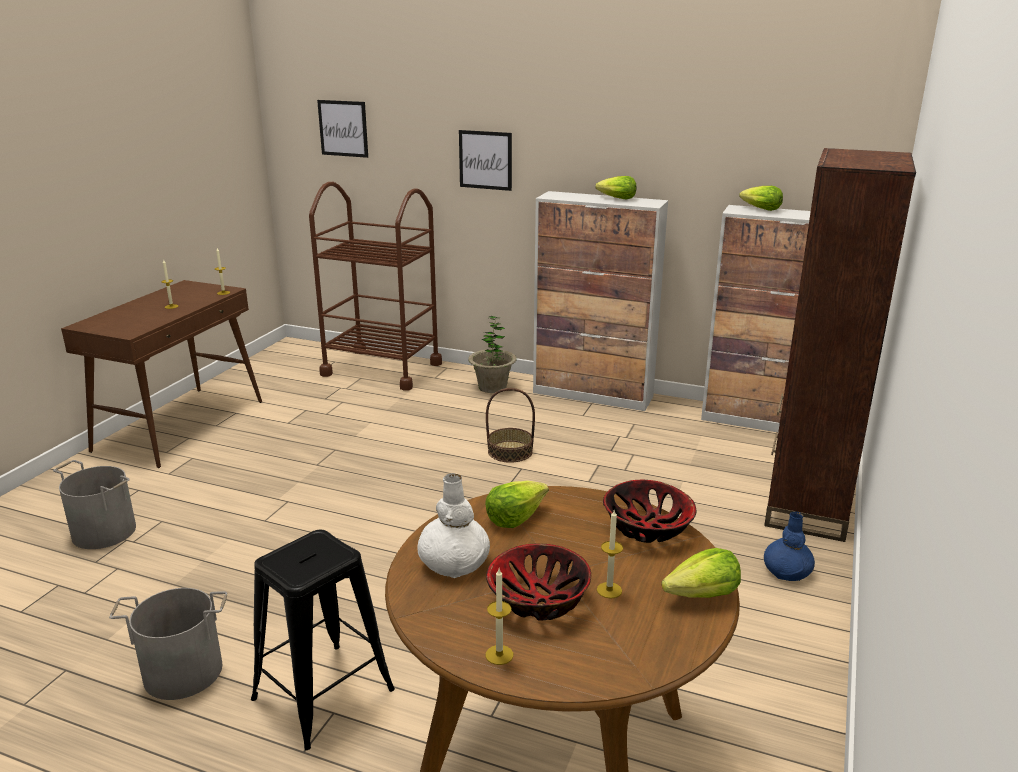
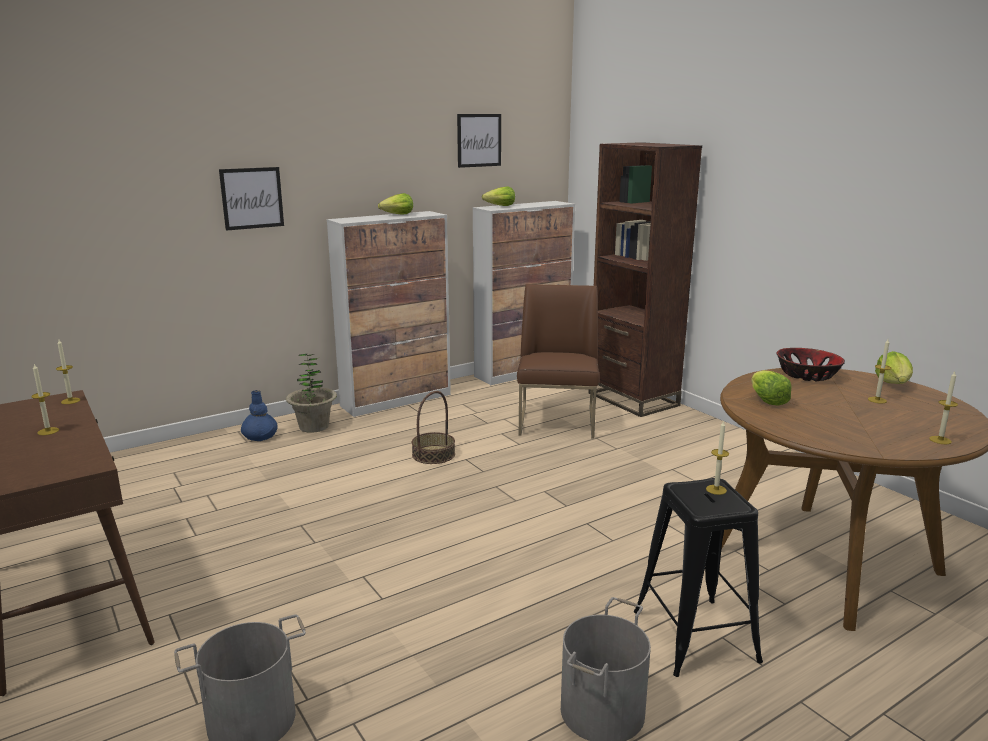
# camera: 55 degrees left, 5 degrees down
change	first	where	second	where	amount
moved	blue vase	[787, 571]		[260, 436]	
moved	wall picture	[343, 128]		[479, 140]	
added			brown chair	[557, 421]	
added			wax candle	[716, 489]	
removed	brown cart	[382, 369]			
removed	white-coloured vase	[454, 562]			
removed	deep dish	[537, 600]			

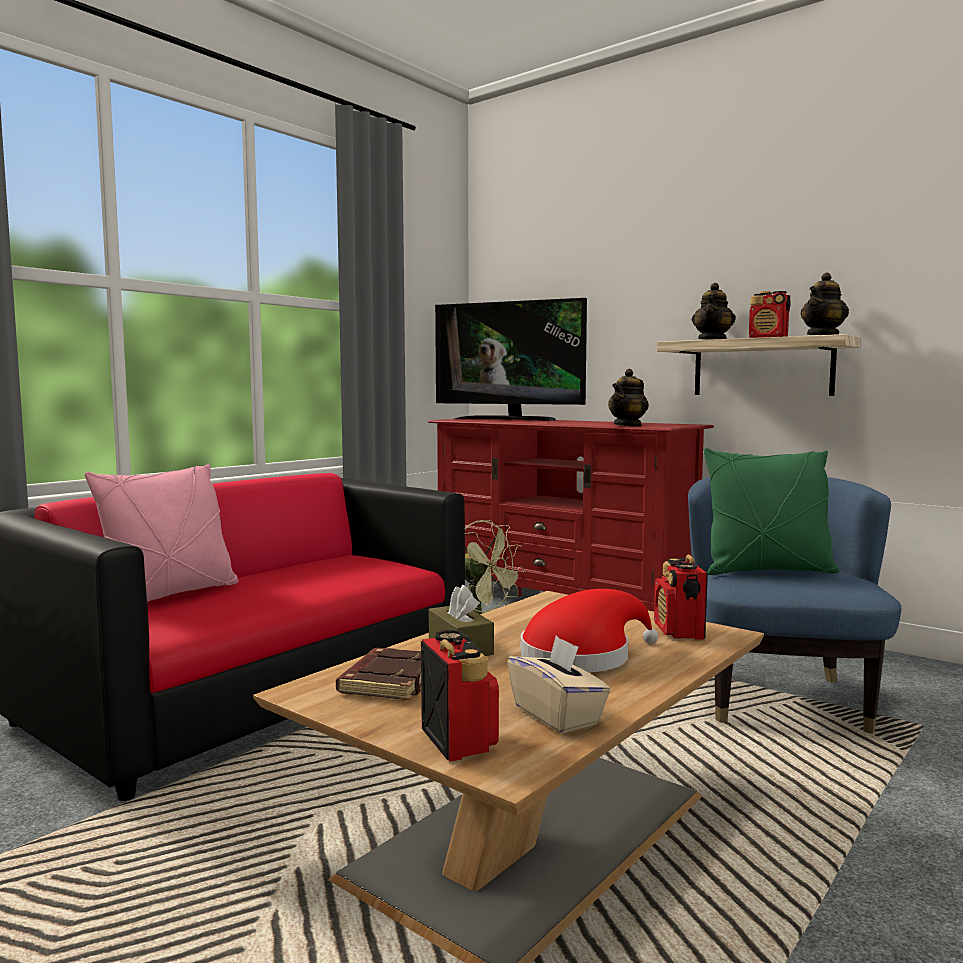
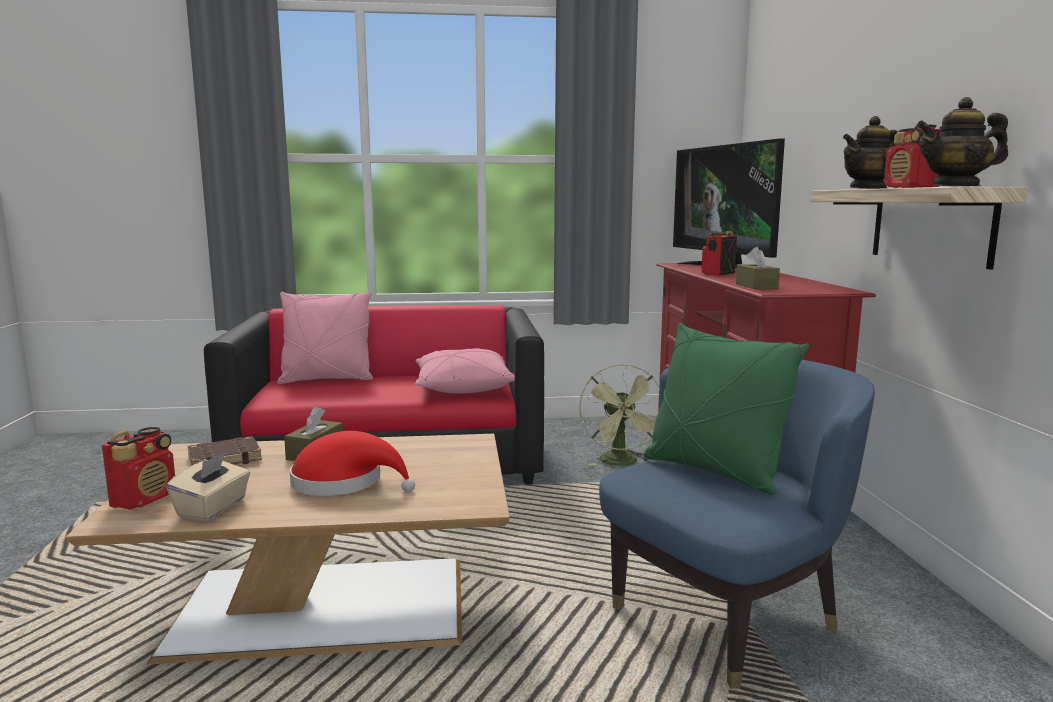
# camera: 45 degrees right, 5 degrees up
change	first	where	second	where	amount
added			pinkish cushion	[462, 387]	
moved	radio	[679, 632]		[717, 274]	
replaced	teapot	[628, 425]	brown tissue box	[756, 286]	

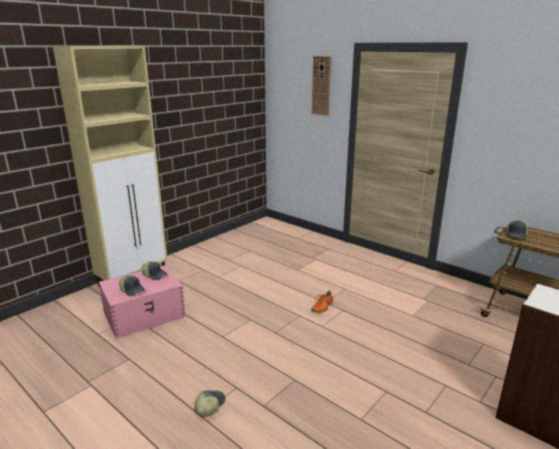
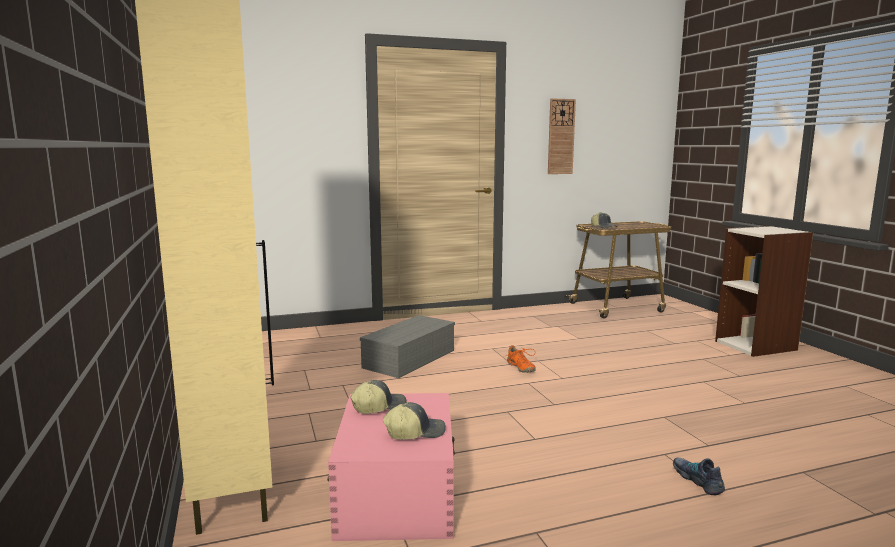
# camera: 60 degrees left, 10 degrees down
change	first	where	second	where	amount
added			gray storage container	[409, 358]	
moved	wall clock	[321, 86]		[561, 136]	
replaced	cap	[209, 405]	low shoe	[698, 480]	

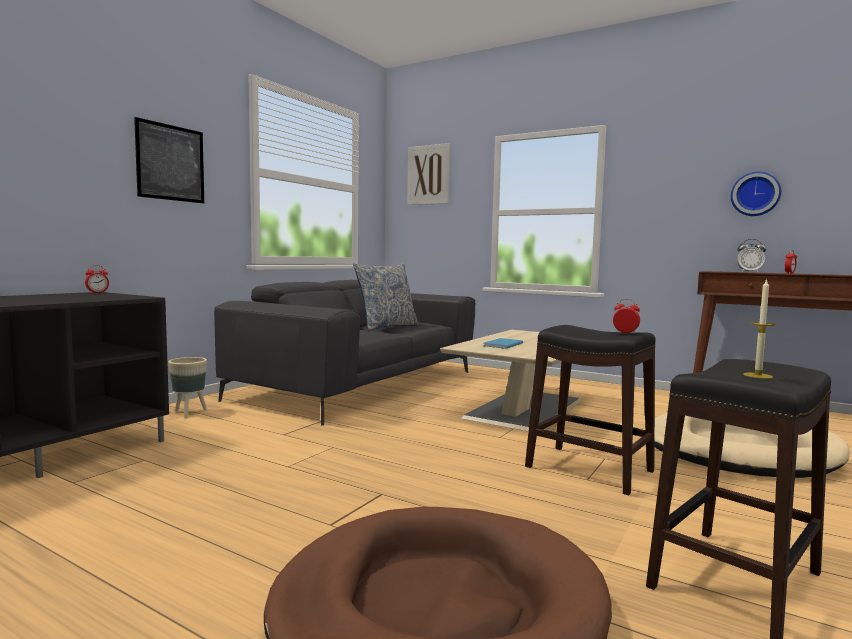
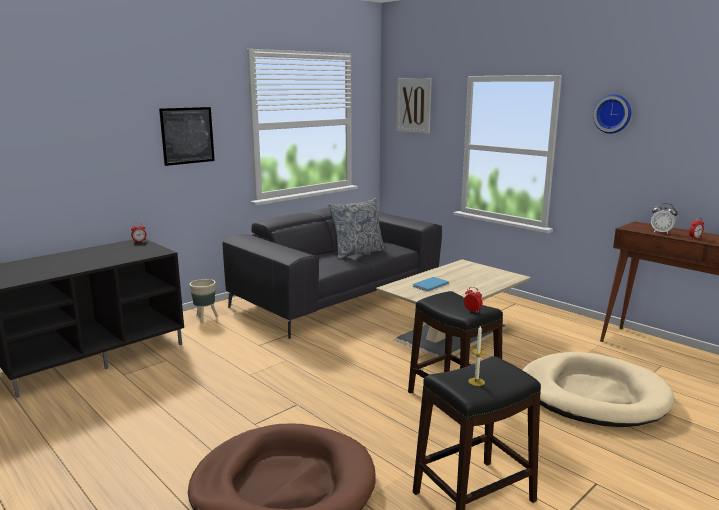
# camera: 15 degrees right, 10 degrees up
change	first	where	second	where	amount
moved	wall clock	[755, 194]		[613, 114]	

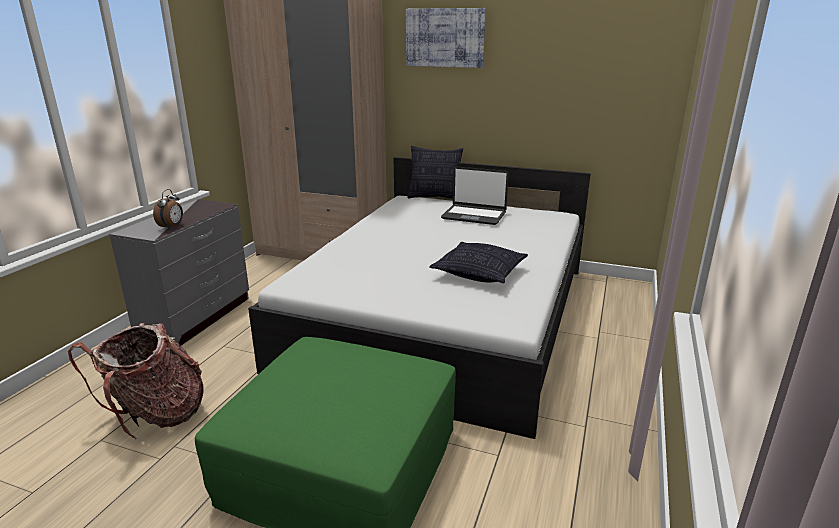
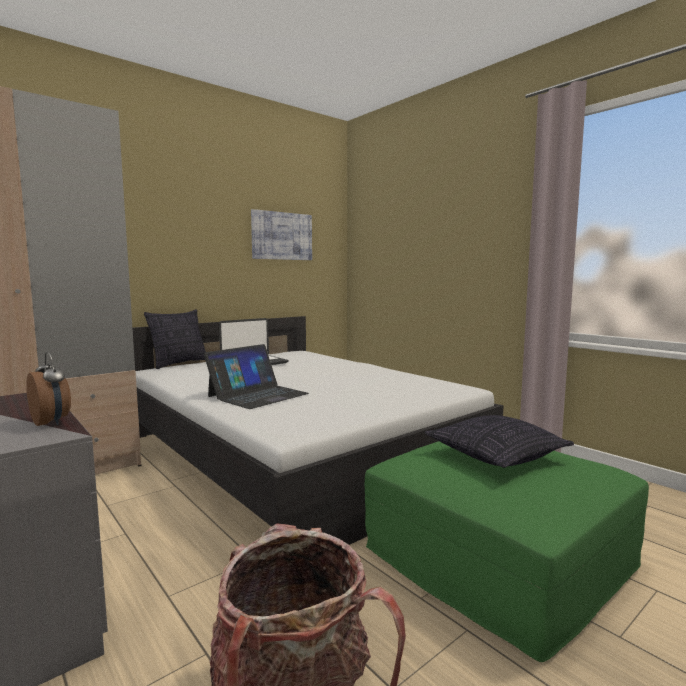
# camera: 60 degrees left, 15 degrees down
change	first	where	second	where	amount
added			laptop	[257, 395]	
moved	wall picture	[445, 38]		[282, 236]	
moved	cushion	[479, 273]		[496, 456]	

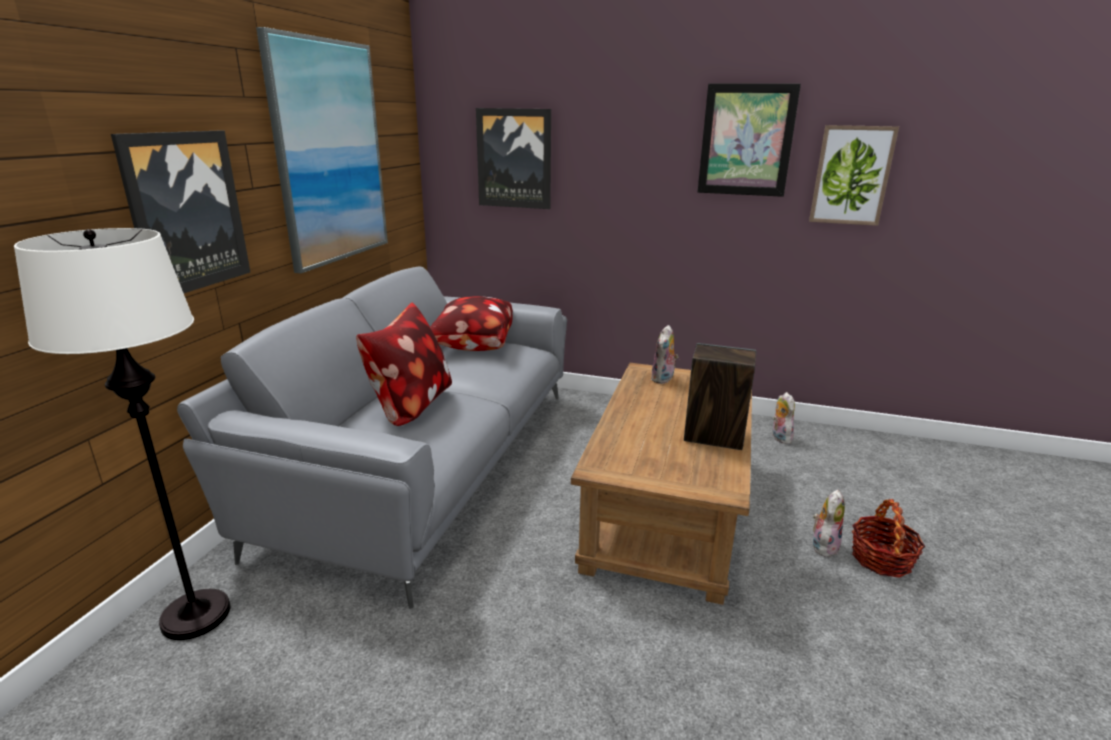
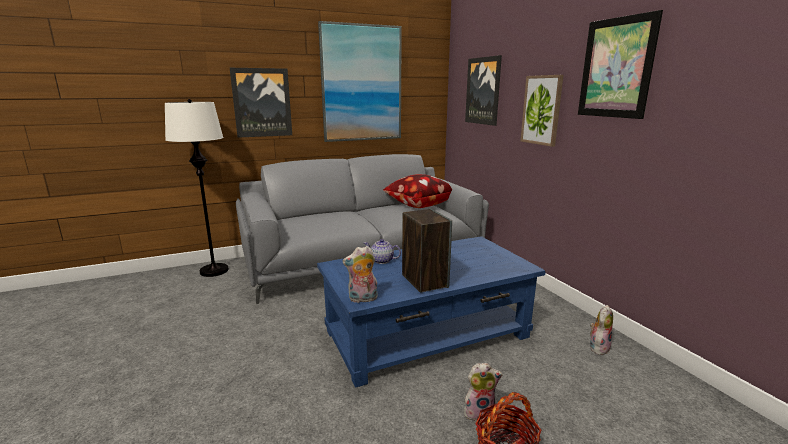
# camera: 50 degrees right, 5 degrees down
change	first	where	second	where	amount
recoloured	brown coffee table	[667, 506]	blue coffee table	[427, 334]	
moved	plush toy	[663, 379]		[362, 299]	
added			teapot	[382, 261]	
moved	wall picture	[851, 175]		[542, 110]	
removed	cushion	[410, 406]			

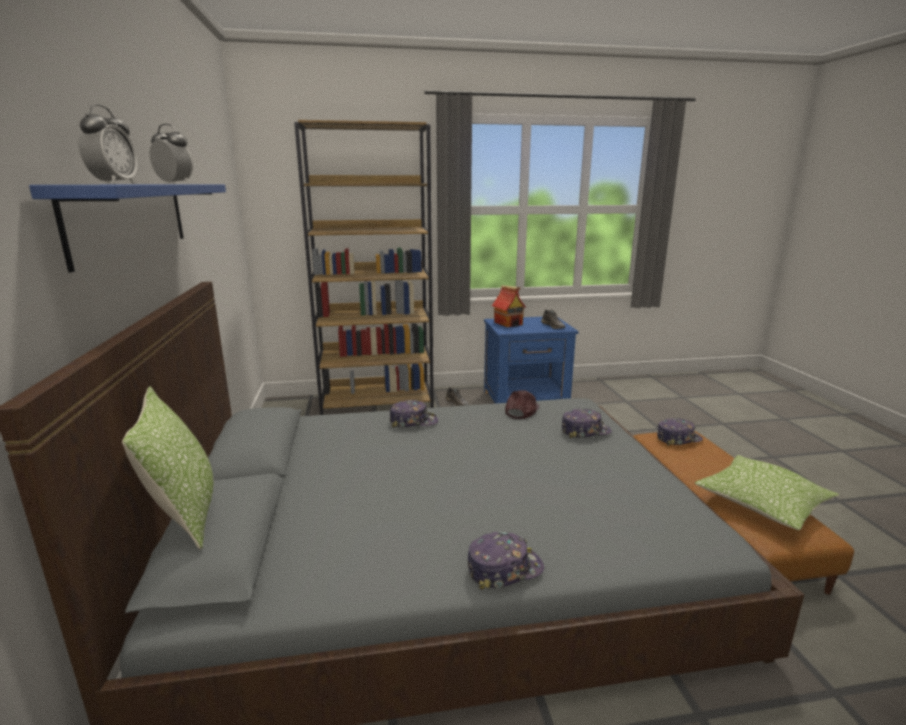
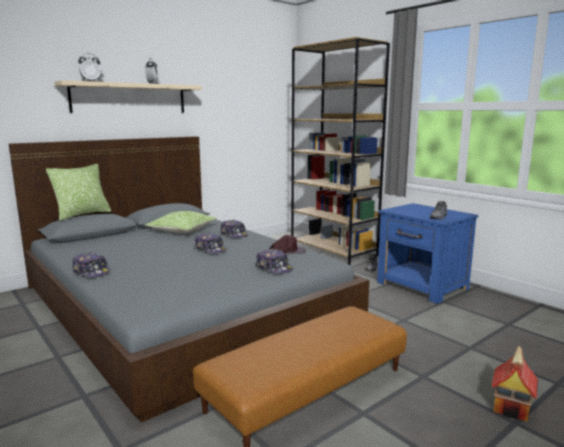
# camera: 60 degrees right, 5 degrees down
change	first	where	second	where	amount
recoloured	blue bracket shelf	[132, 218]	sand-coloured bracket shelf	[130, 98]	
moved	cushion	[761, 504]		[182, 230]	
moved	cap	[678, 438]		[210, 249]	
moved	model house	[509, 323]		[512, 407]	

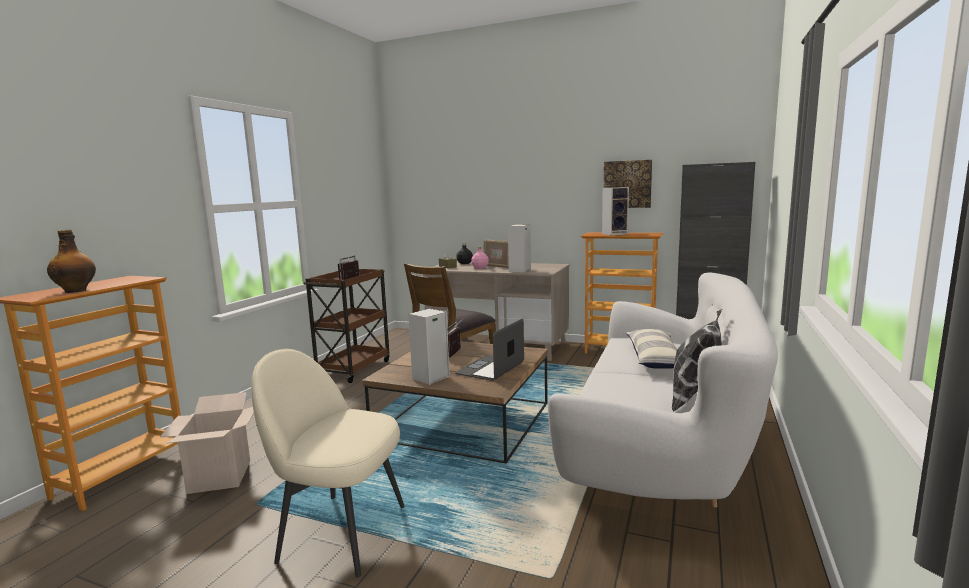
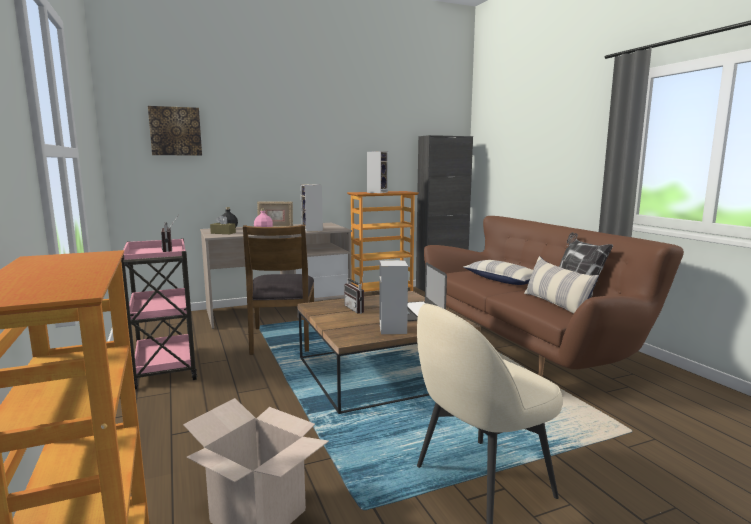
# camera: 45 degrees left, 0 degrees up
change	first	where	second	where	amount
recoloured	brown cart	[354, 368]	pinkish cart	[165, 366]	
moved	wall picture	[627, 184]		[175, 131]	
recoloured	white-coloured couch	[663, 448]	brown couch	[529, 343]	
added			cushion	[556, 305]	
removed	drink bottle	[76, 291]			

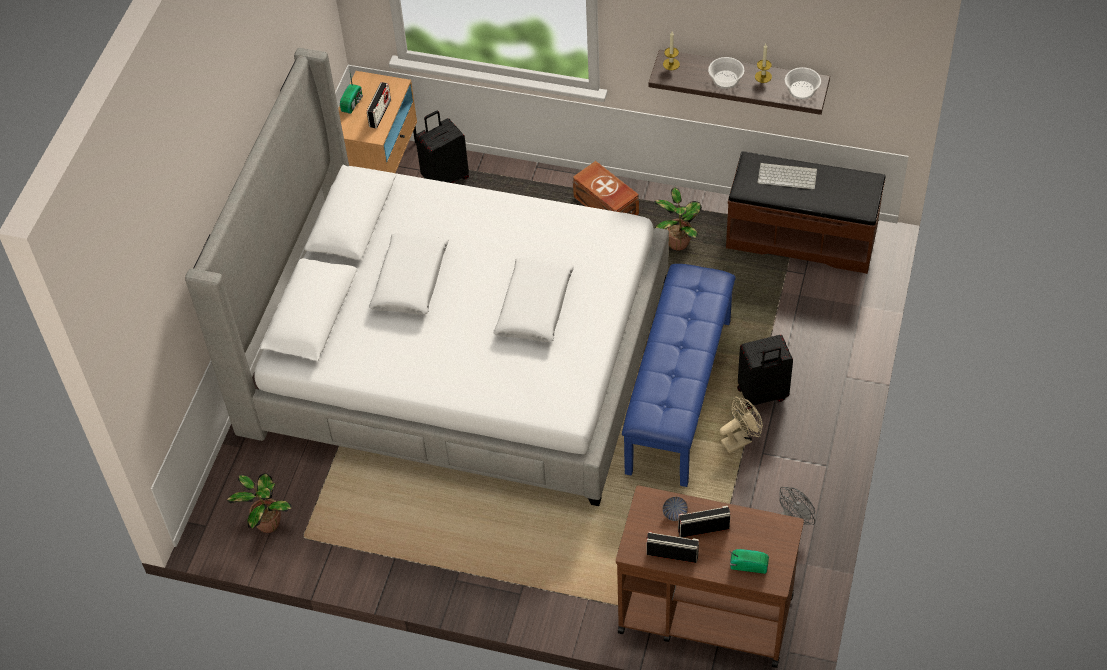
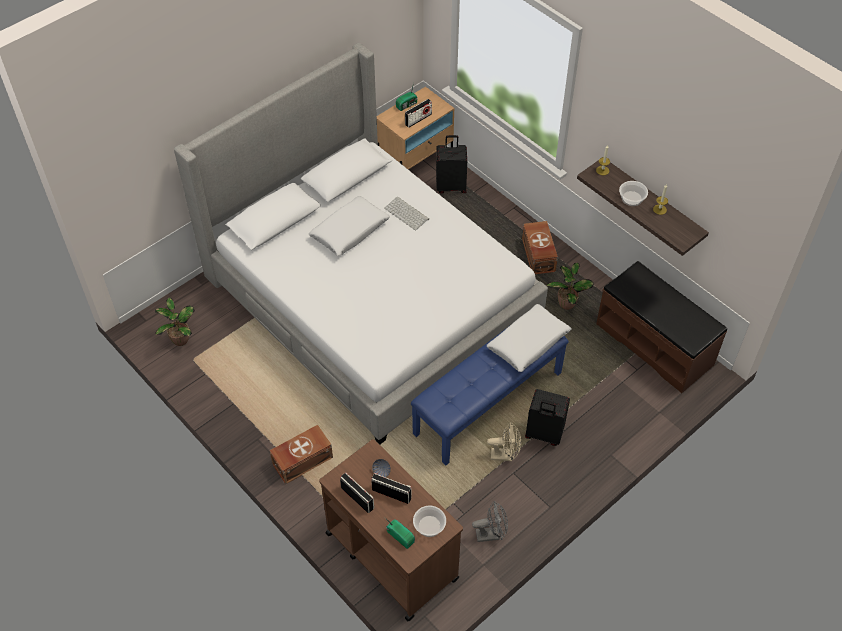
# camera: 30 degrees right, 0 degrees up
change	first	where	second	where	amount
added			brown storage container	[301, 461]	
moved	computer keyboard	[788, 176]		[407, 213]	
moved	deep dish	[802, 90]		[429, 526]	
moved	white-coloured cushion	[535, 307]		[528, 343]	

